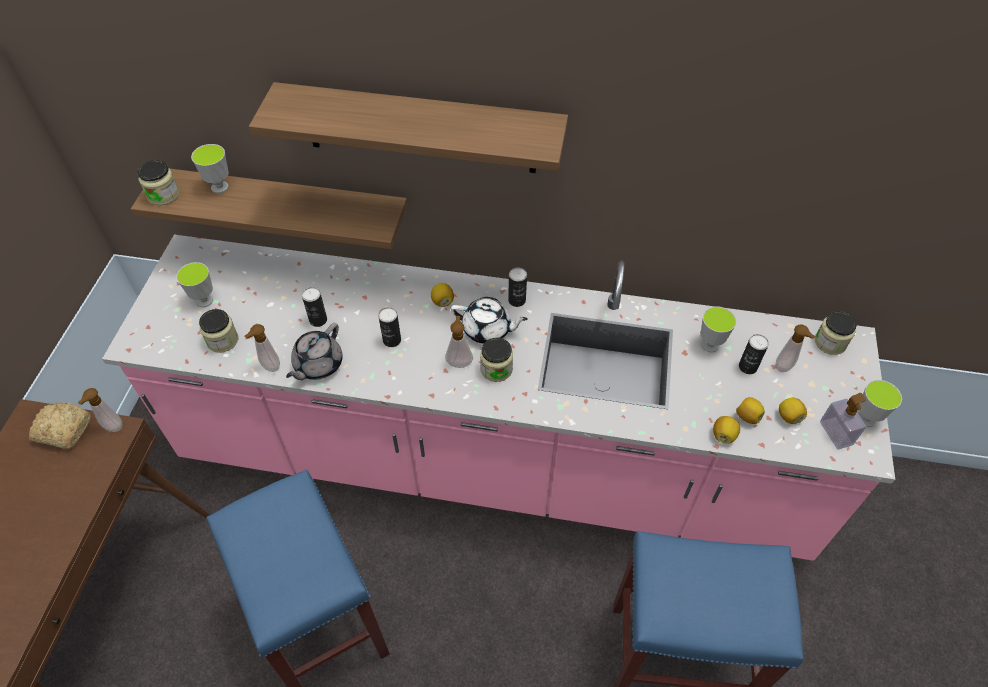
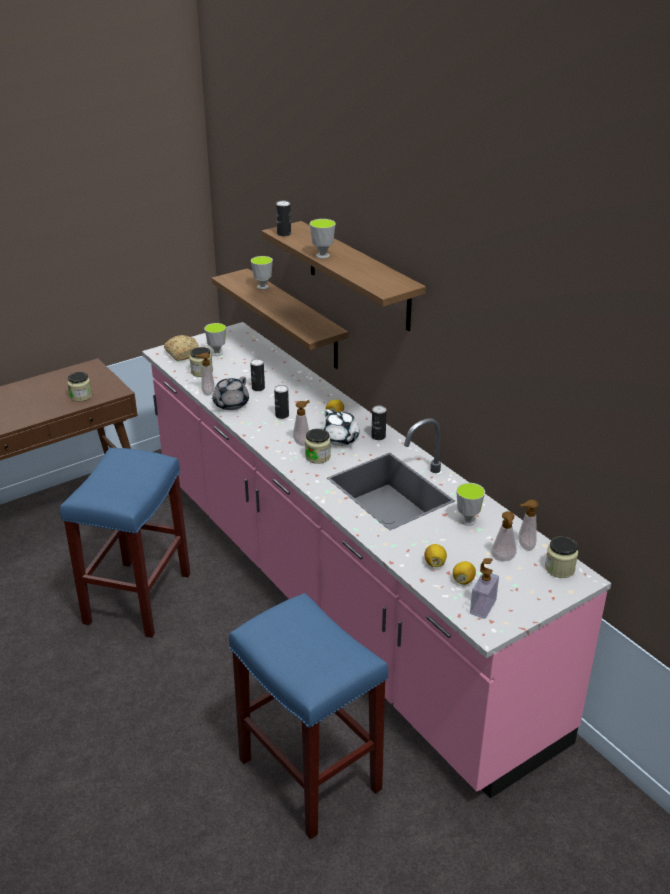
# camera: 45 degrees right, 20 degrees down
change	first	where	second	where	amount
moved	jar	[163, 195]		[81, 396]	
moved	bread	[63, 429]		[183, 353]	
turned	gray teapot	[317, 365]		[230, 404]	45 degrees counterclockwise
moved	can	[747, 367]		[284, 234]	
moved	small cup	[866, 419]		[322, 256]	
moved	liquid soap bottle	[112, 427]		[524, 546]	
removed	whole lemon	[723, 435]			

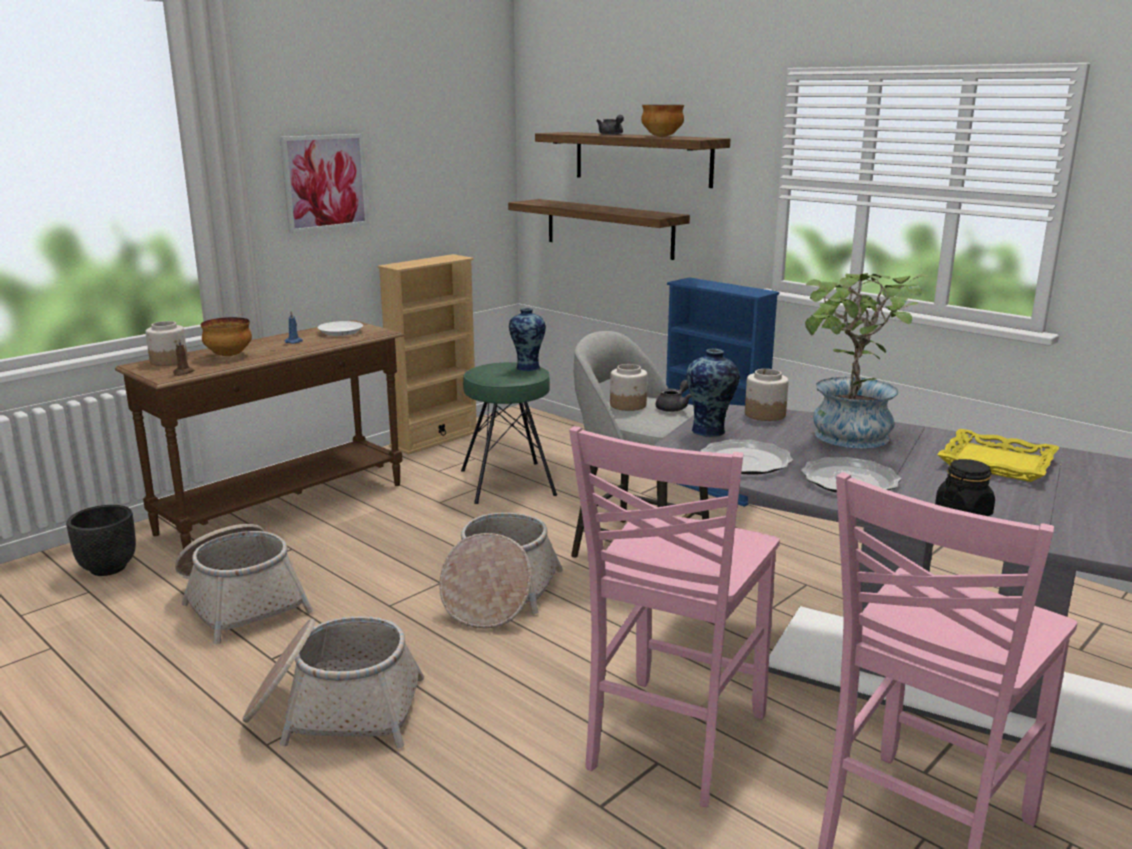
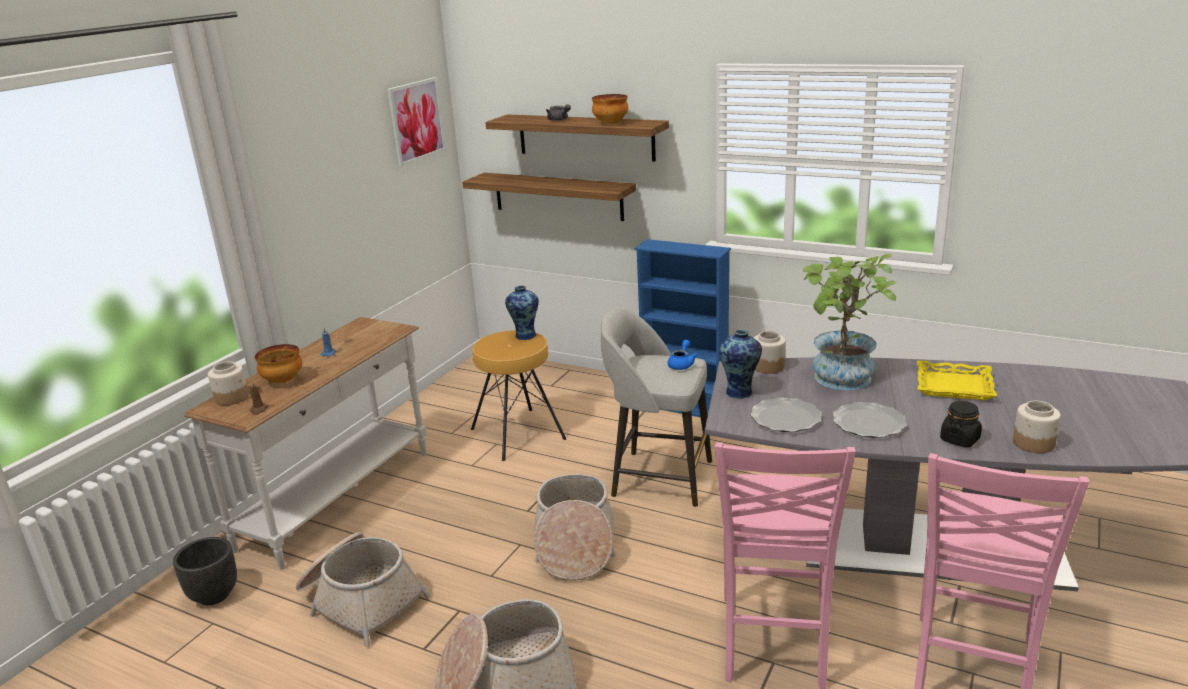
# camera: 15 degrees left, 5 degrees up
change	first	where	second	where	amount
recoloured	brown console table	[285, 509]	white-coloured console table	[338, 500]	
moved	wall picture	[325, 182]		[416, 121]	
recoloured	green stool seat	[508, 482]	brown stool seat	[518, 433]	
recoloured	gray teapot	[674, 407]	blue teapot	[682, 364]	
moved	jar	[628, 405]		[1034, 443]	
removed	white-coloured flat dish	[341, 332]			
removed	sand-coloured bookcase	[434, 439]			

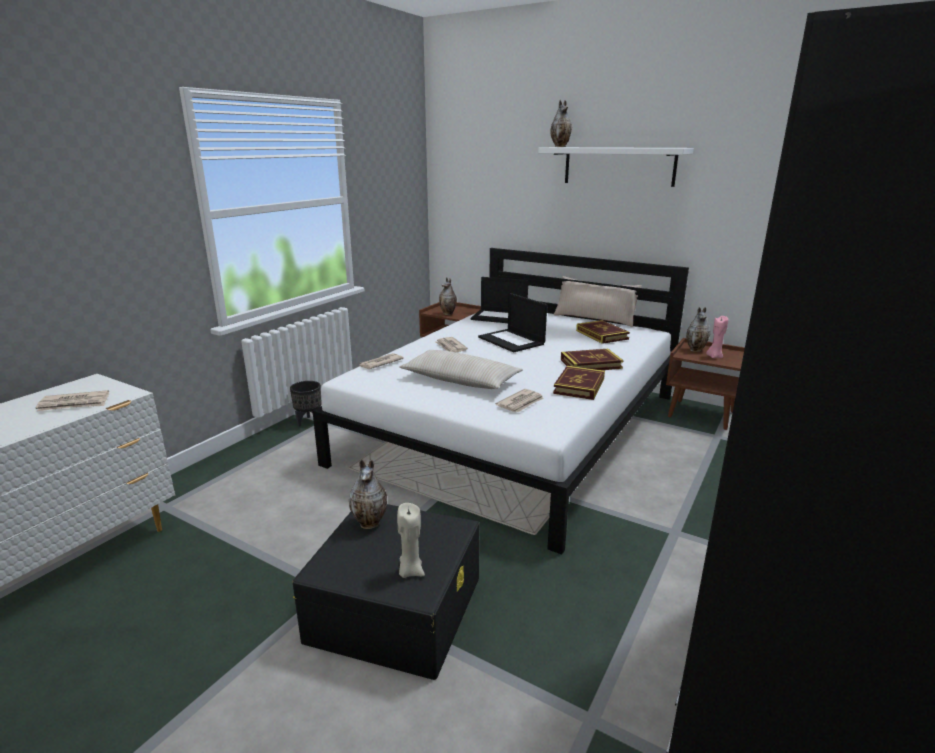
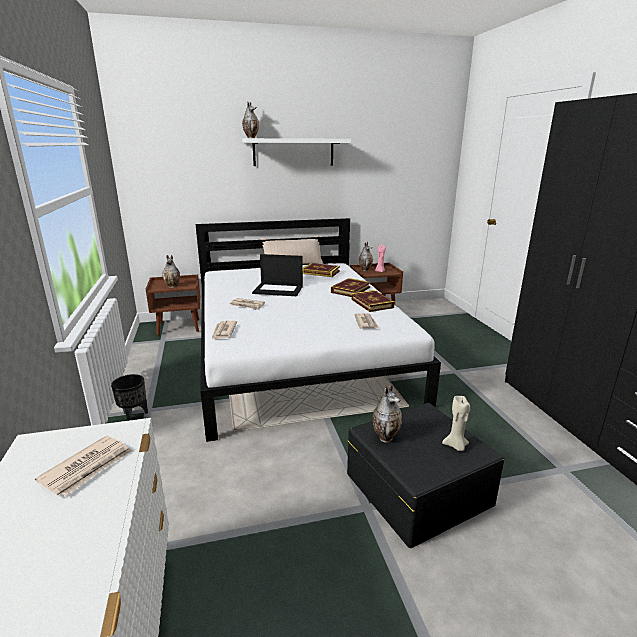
# camera: 45 degrees left, 0 degrees up
change	first	where	second	where	amount
removed	sand-coloured cushion	[460, 380]			
removed	laptop	[500, 317]			

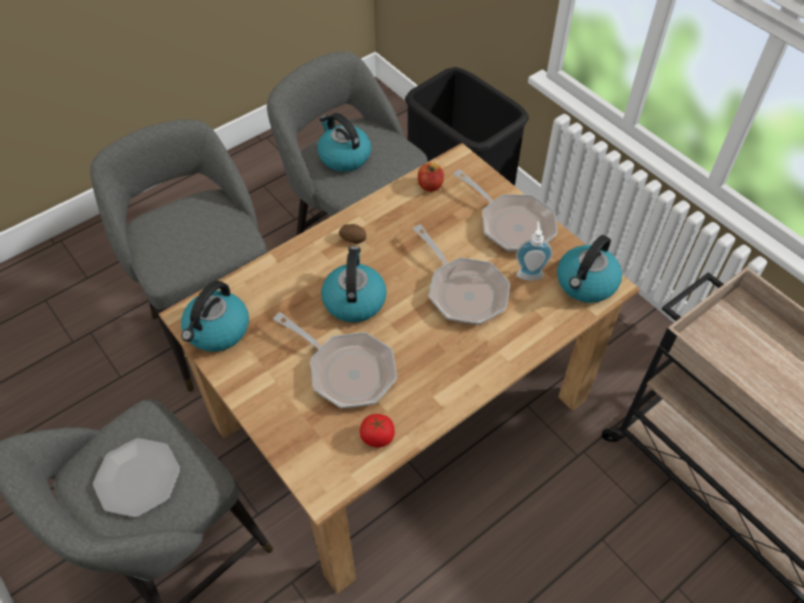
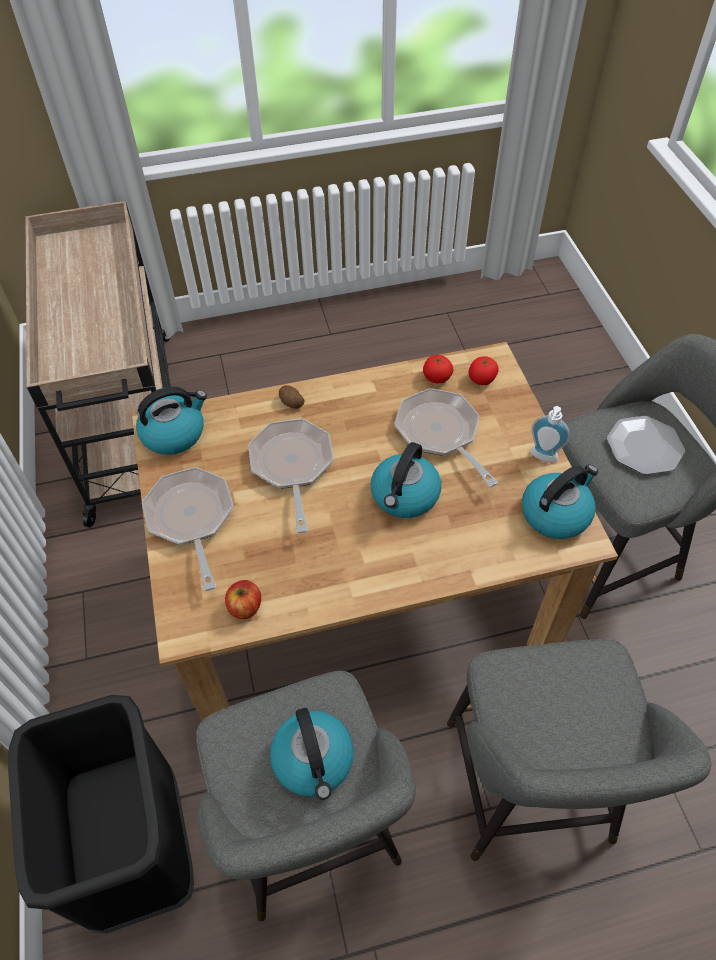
# camera: 155 degrees left, 0 degrees up
change	first	where	second	where	amount
moved	whole potato	[353, 238]		[291, 403]	
added			tomato	[482, 379]	
moved	liquid soap bottle	[529, 273]		[542, 458]	

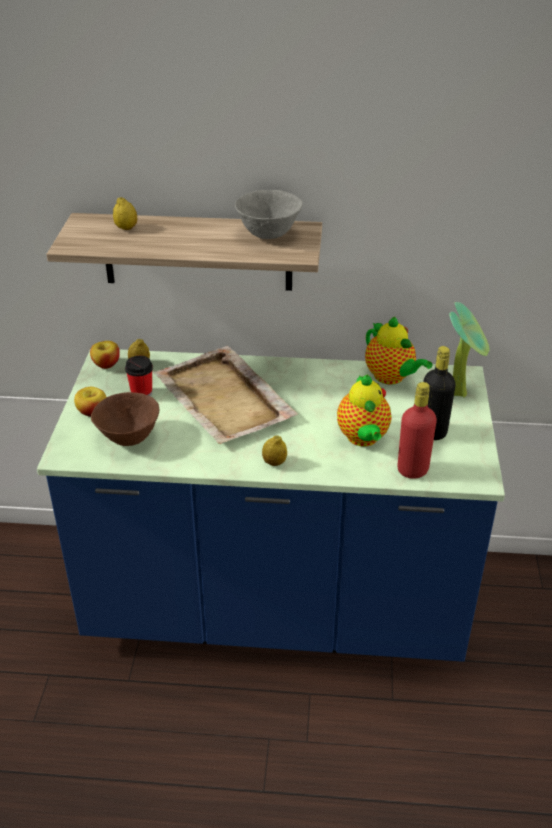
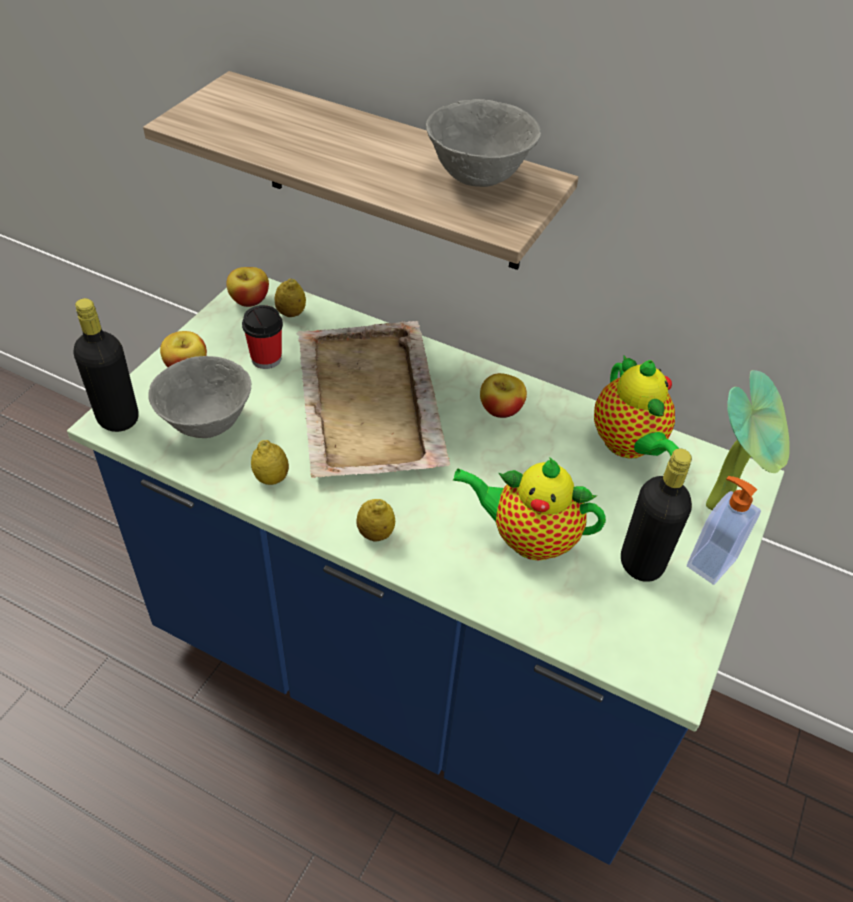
# camera: 20 degrees right, 10 degrees up
change	first	where	second	where	amount
added			black-coloured drink bottle	[118, 418]	
recoloured	brown deep dish	[128, 438]	gray deep dish	[206, 423]	
moved	whole lemon	[126, 228]		[271, 478]	
turned	teapot	[363, 439]		[528, 538]	90 degrees clockwise
added			apple fruit	[500, 409]	
added			liquid soap bottle	[709, 561]	
removed	red-coloured drink bottle	[412, 470]			

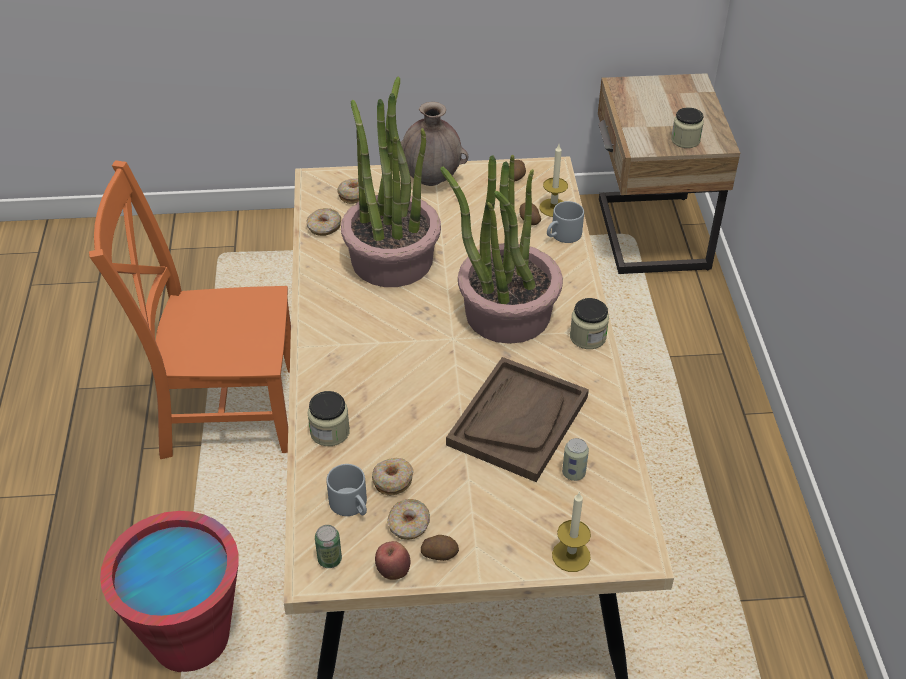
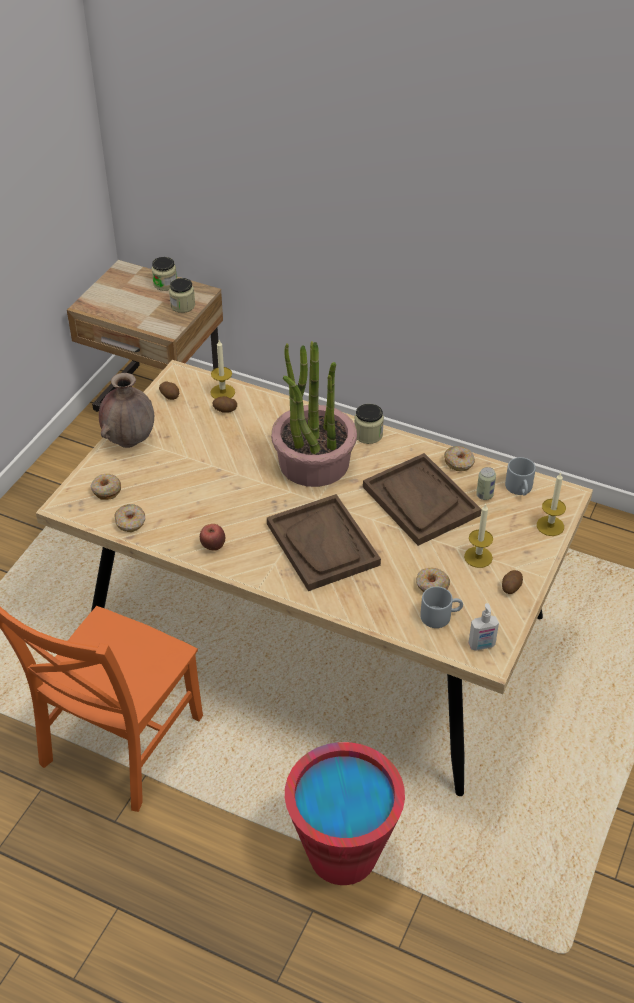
# camera: 60 degrees left, 0 degrees up
change	first	where	second	where	amount
moved	jar	[330, 432]		[165, 284]	
moved	apple fruit	[393, 571]		[213, 546]	
added			brown tray	[323, 544]	
moved	ring doughnut	[409, 525]		[459, 462]	
added			wax candle	[478, 557]	
replaced	can	[329, 559]	liquid soap bottle	[482, 645]	
moved	gray coffee mug	[563, 236]		[520, 489]	
removed	plant in a pot	[392, 259]			

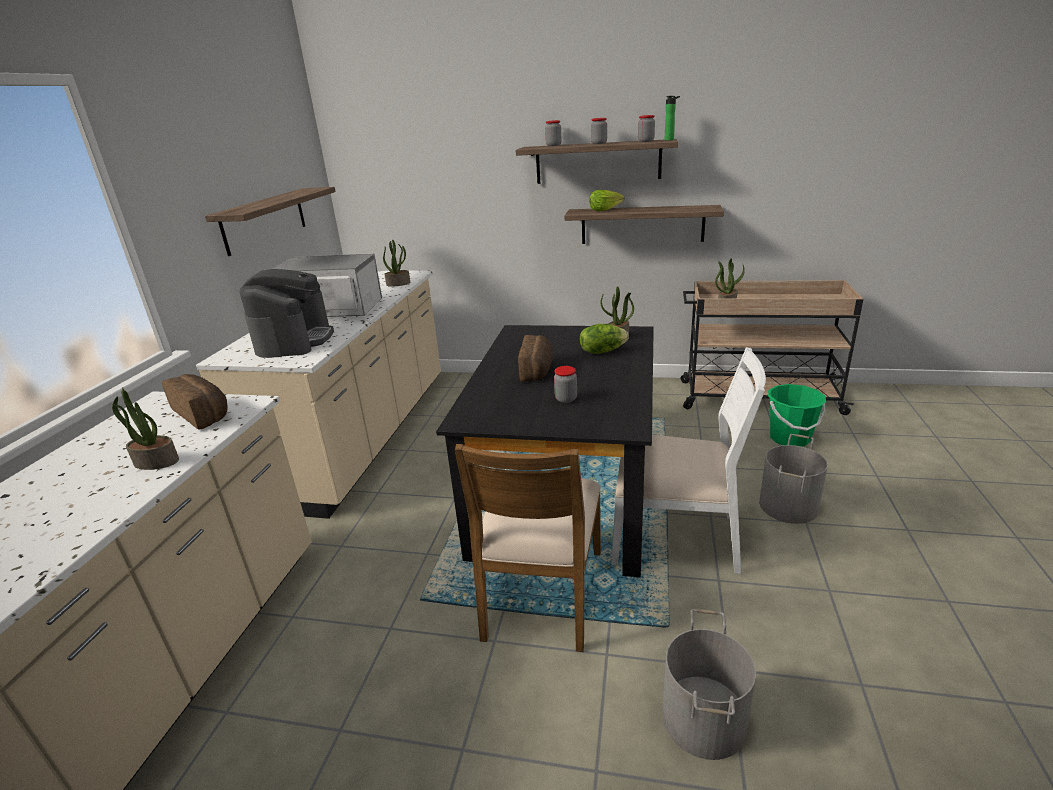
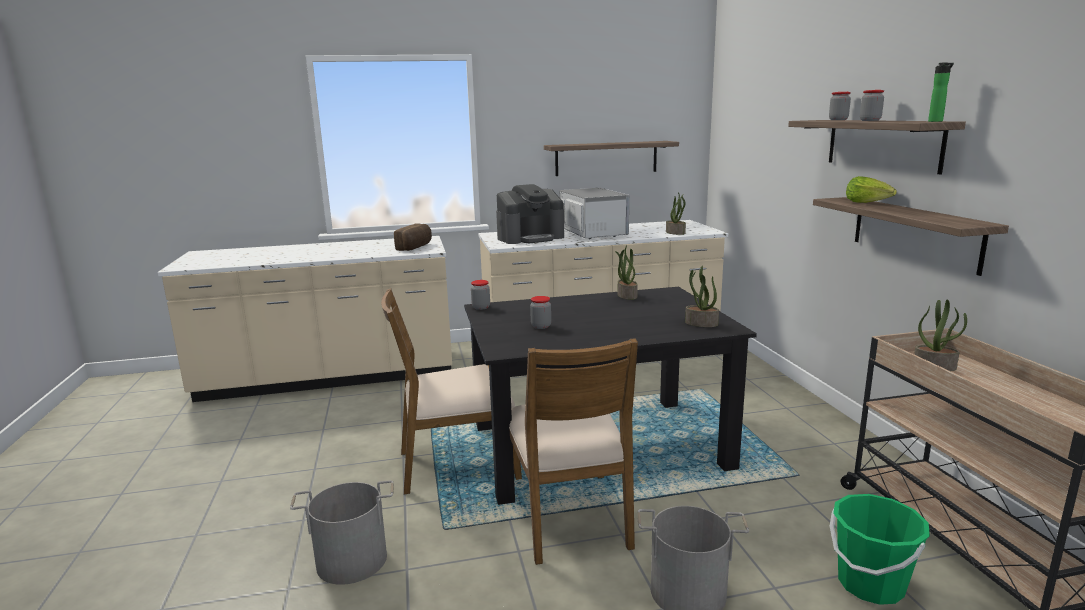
# camera: 65 degrees right, 10 degrees down
change	first	where	second	where	amount
moved	jar	[646, 141]		[481, 307]	
recoloured	white-coloured chair	[675, 537]	brown chair	[569, 516]	
moved	plant in a pot	[155, 462]		[626, 296]	
removed	bread	[538, 370]			
removed	lettuce	[602, 351]			

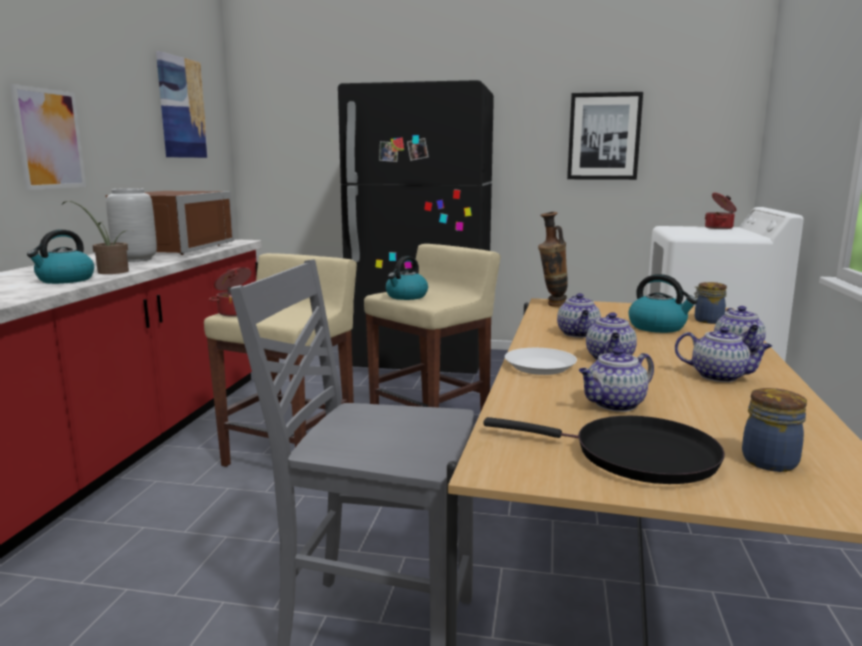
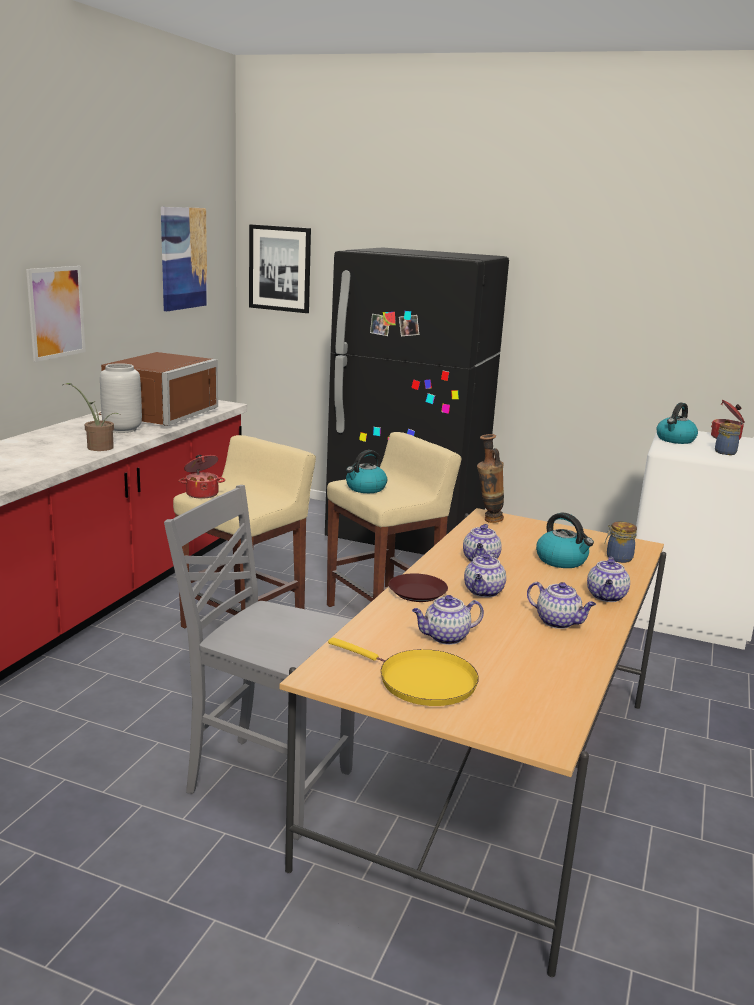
# camera: 10 degrees right, 5 degrees up
change	first	where	second	where	amount
moved	wall picture	[604, 136]		[280, 268]	
recoloured	black-coloured pan	[635, 456]	yellowish pan	[421, 681]	
recoloured	white-coloured flat dish	[540, 367]	brown flat dish	[417, 593]	
moved	water kettle	[65, 280]		[675, 440]	
moved	jar	[770, 461]		[726, 452]	

